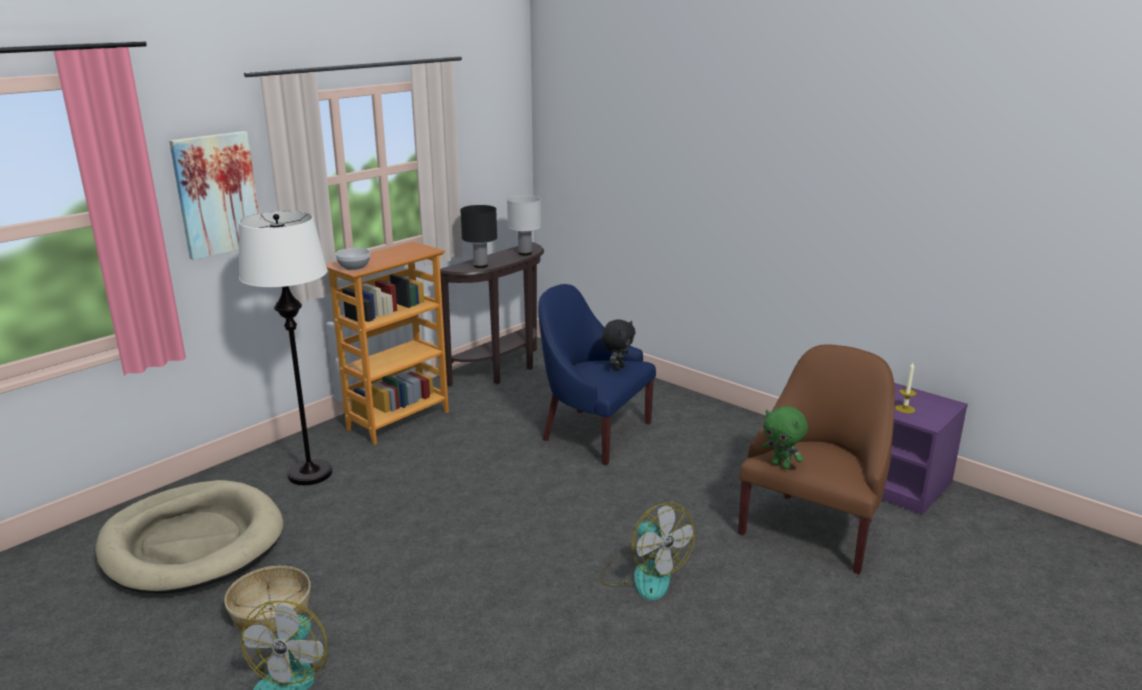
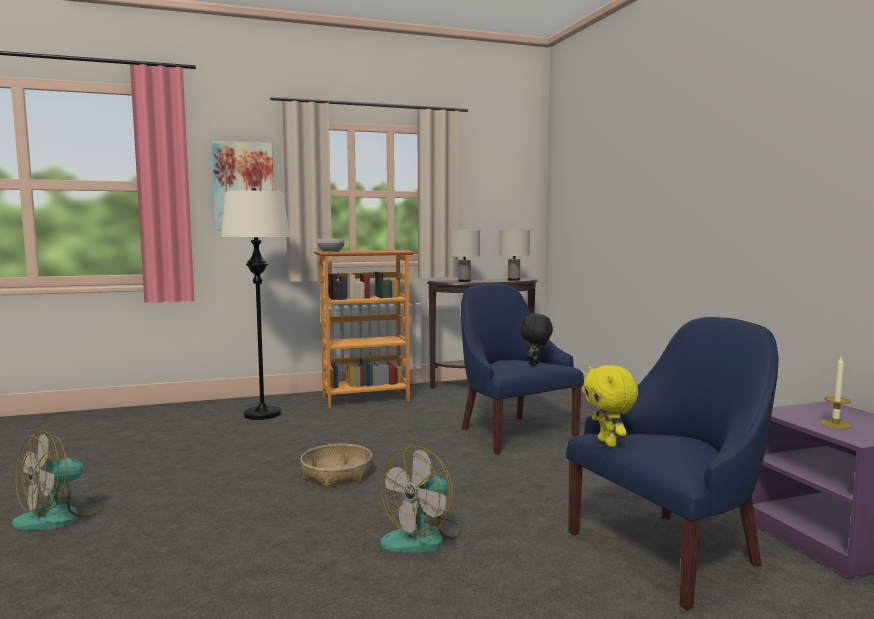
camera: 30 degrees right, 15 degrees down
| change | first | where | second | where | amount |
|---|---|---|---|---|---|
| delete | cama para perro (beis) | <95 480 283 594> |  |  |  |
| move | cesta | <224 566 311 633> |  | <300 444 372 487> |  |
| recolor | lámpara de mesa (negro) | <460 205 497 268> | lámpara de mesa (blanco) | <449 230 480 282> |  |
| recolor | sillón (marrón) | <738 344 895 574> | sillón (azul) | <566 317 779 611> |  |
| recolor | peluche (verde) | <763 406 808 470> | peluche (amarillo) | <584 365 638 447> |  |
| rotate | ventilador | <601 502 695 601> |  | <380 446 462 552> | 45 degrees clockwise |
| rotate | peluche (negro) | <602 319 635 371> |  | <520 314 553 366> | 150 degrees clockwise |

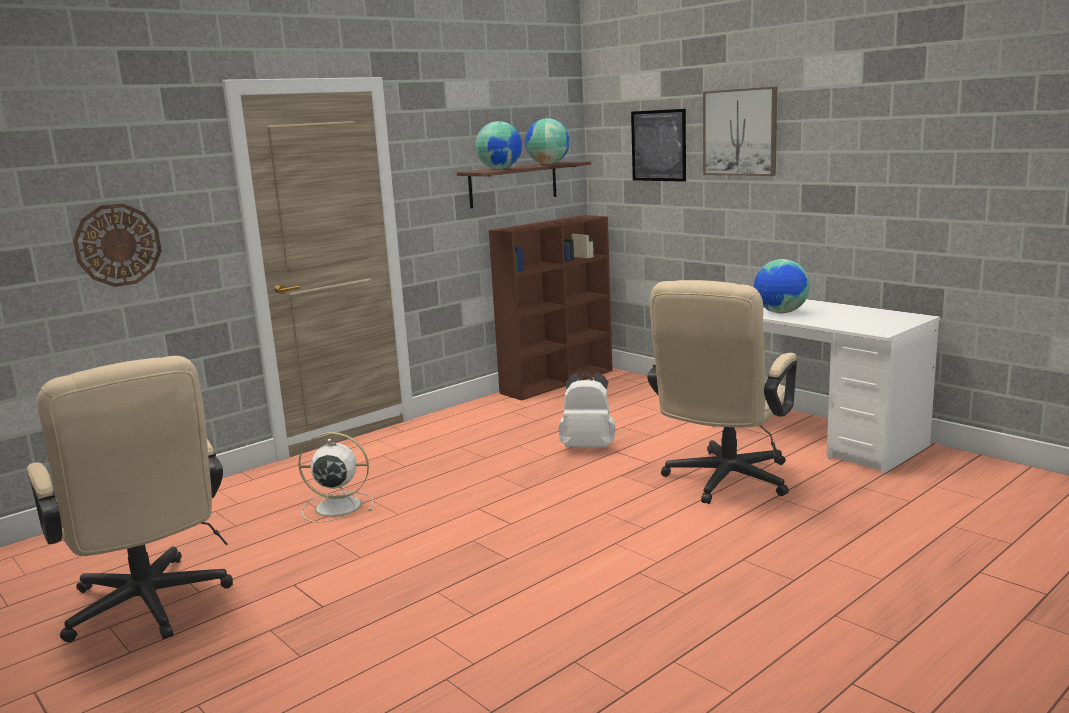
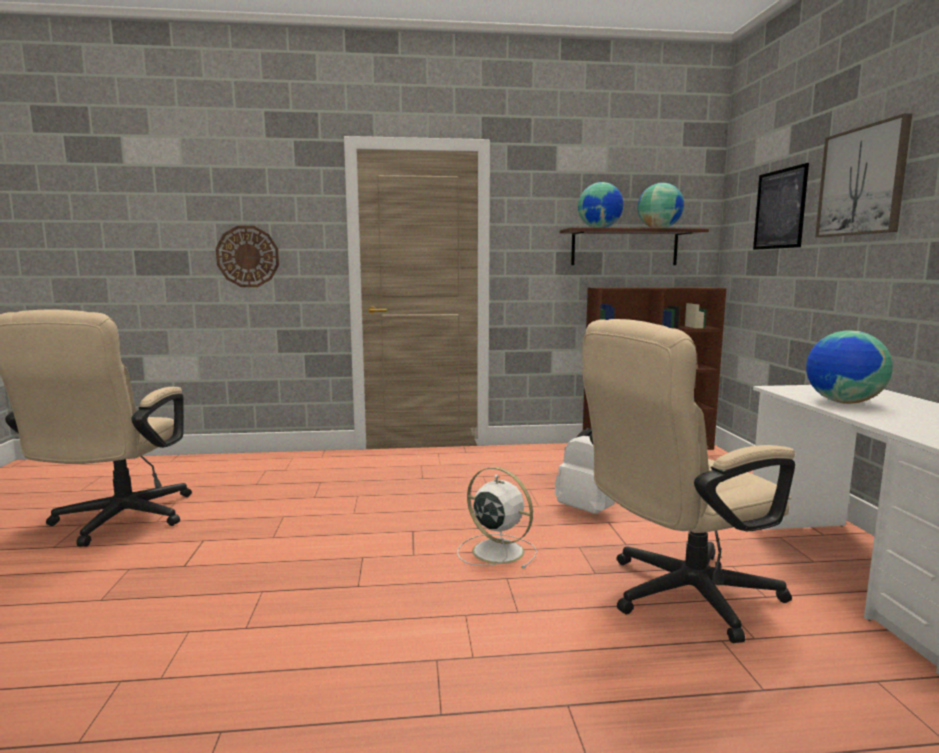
camera: 35 degrees right, 5 degrees down
| change | first | where | second | where | amount |
|---|---|---|---|---|---|
| move | ventilador (blanco) | <299 432 373 523> |  | <457 467 537 569> |  |

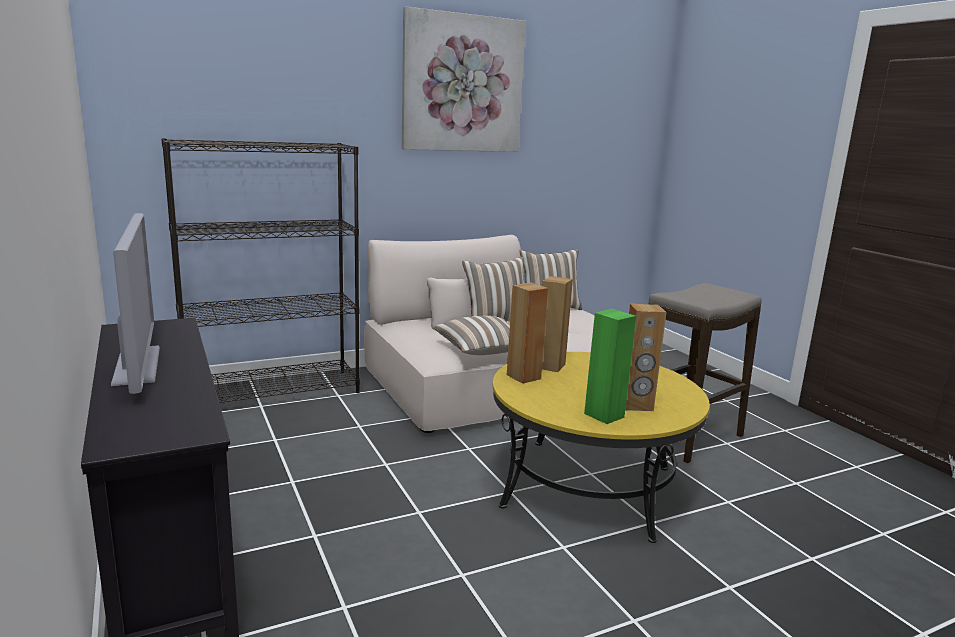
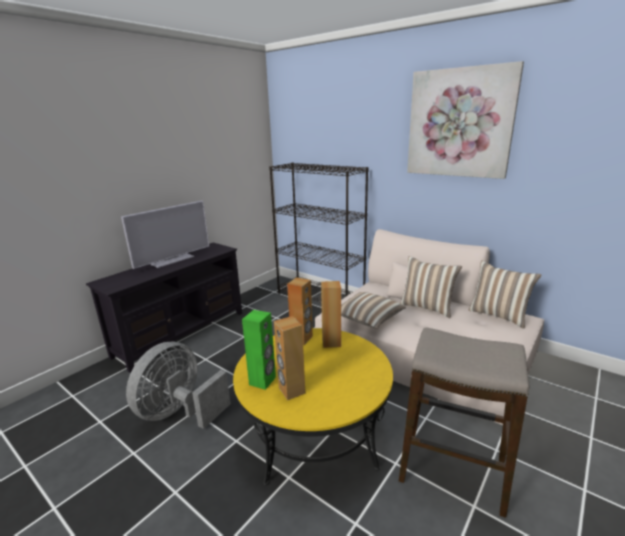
camera: 65 degrees right, 5 degrees up
| change | first | where | second | where | amount |
|---|---|---|---|---|---|
| insert |  |  | ventilador (gris) | <126 342 231 429> |  |

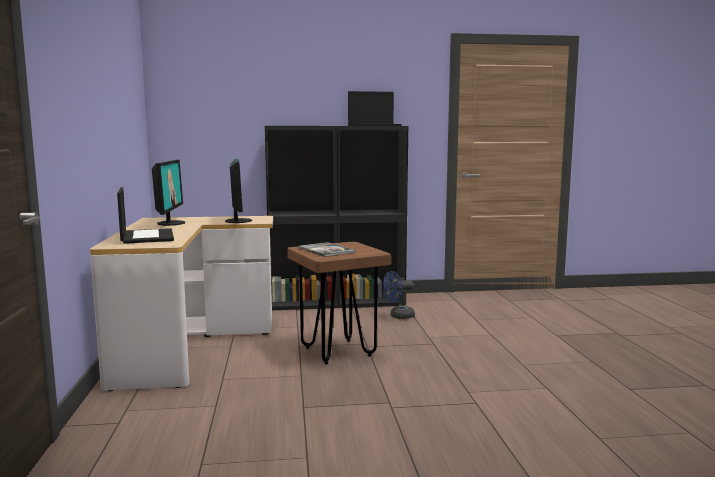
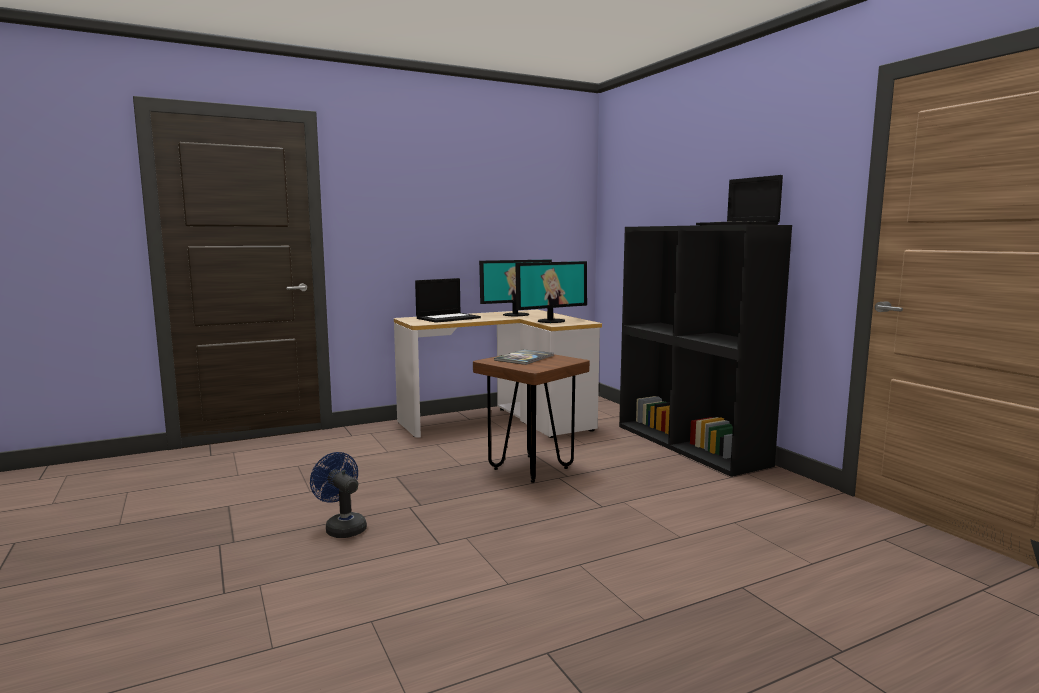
camera: 70 degrees right, 0 degrees up
| change | first | where | second | where | amount |
|---|---|---|---|---|---|
| move | ventilador (azul) | <383 271 415 319> |  | <310 452 367 538> |  |

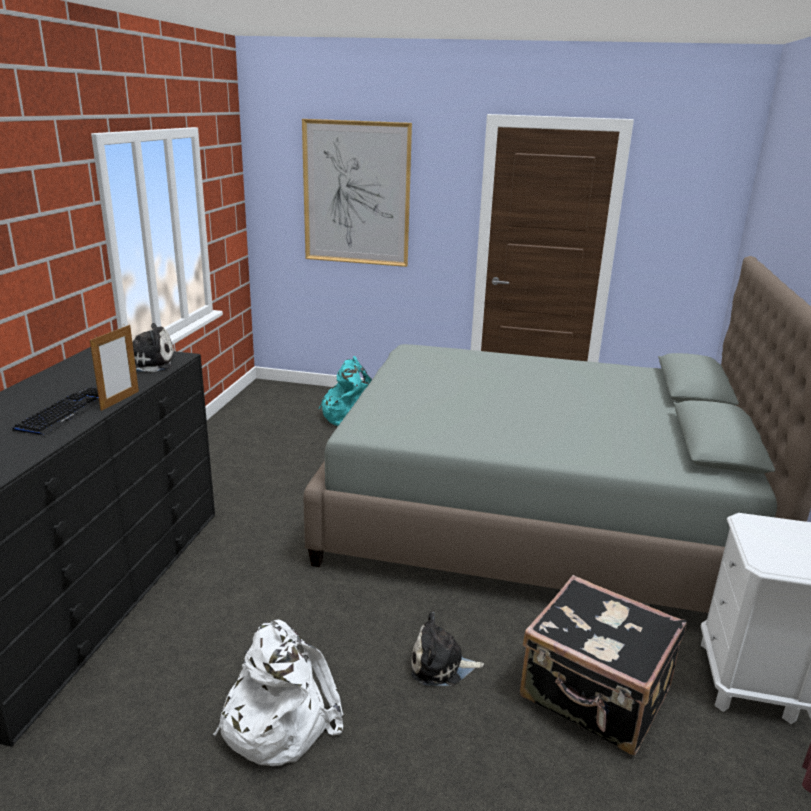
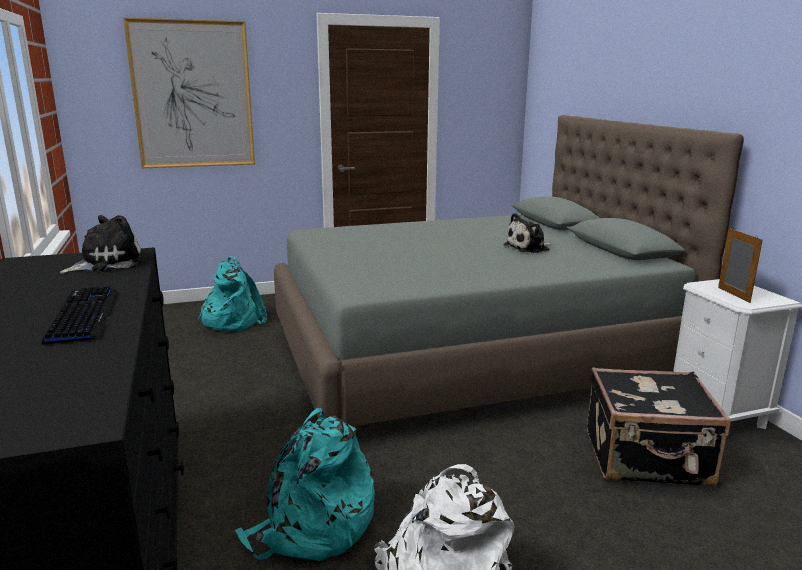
camera: 30 degrees left, 5 degrees down
| change | first | where | second | where | amount |
|---|---|---|---|---|---|
| insert |  |  | mochila (turquesa) | <235 408 375 561> |  |
| move | portarretratos | <90 324 139 411> |  | <718 228 763 303> |  |
| move | peluche | <411 612 484 686> |  | <504 213 551 253> |  |

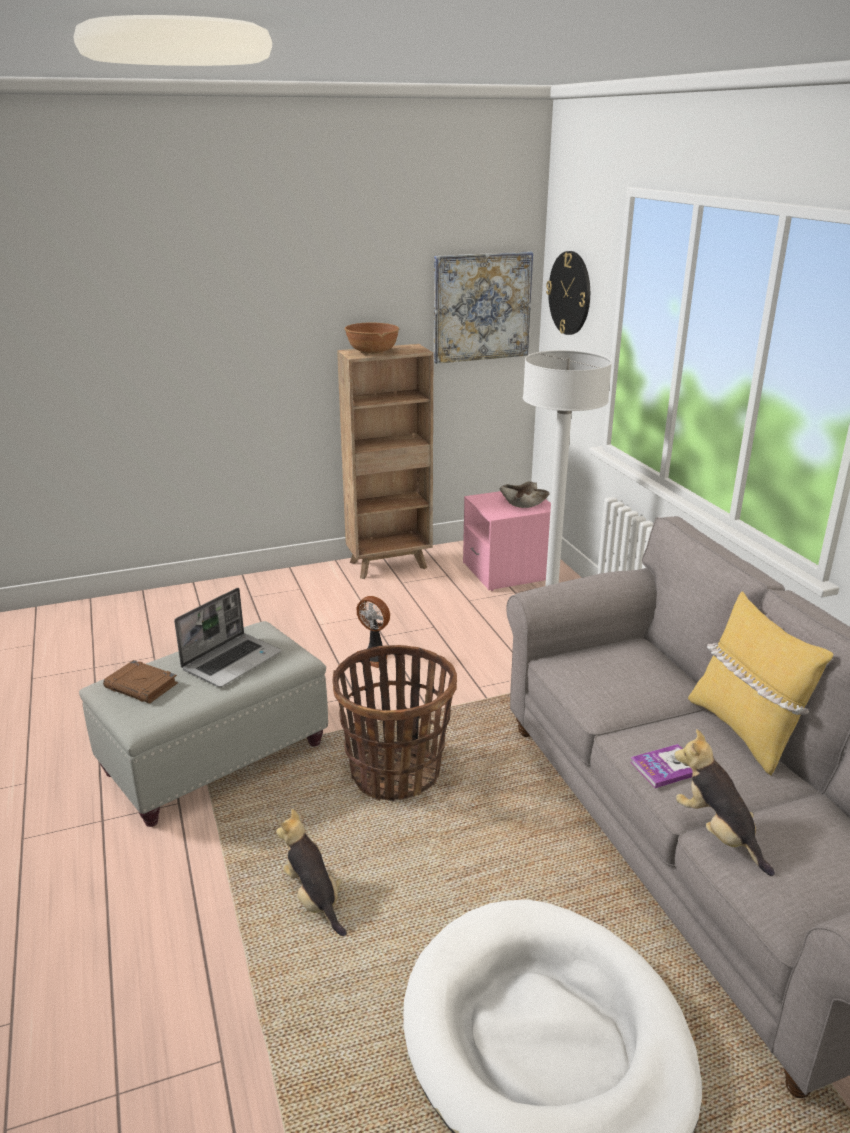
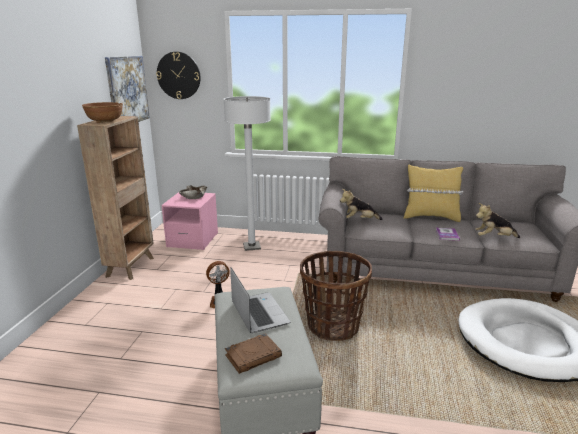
camera: 60 degrees left, 5 degrees down
| change | first | where | second | where | amount |
|---|---|---|---|---|---|
| move | peluche | <276 809 347 936> |  | <340 189 383 220> |  |

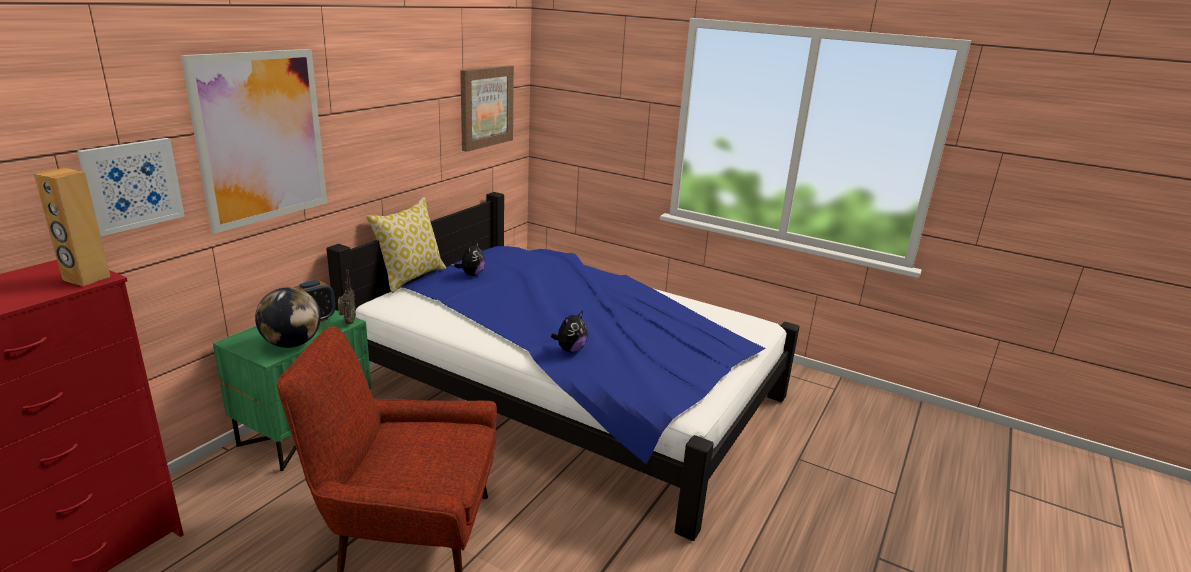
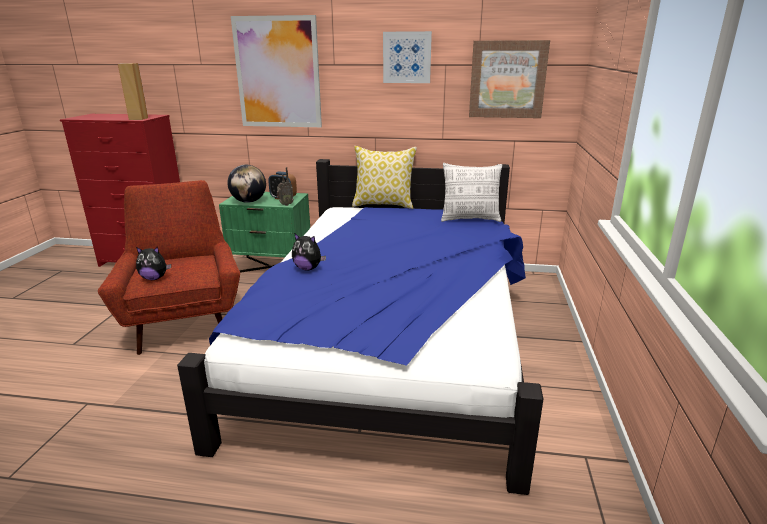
camera: 70 degrees right, 0 degrees up
| change | first | where | second | where | amount |
|---|---|---|---|---|---|
| insert |  |  | cojín | <441 163 502 222> |  |
| move | cuadro | <77 138 185 236> |  | <383 31 432 83> |  |
| move | peluche | <454 241 485 276> |  | <136 247 171 280> |  |

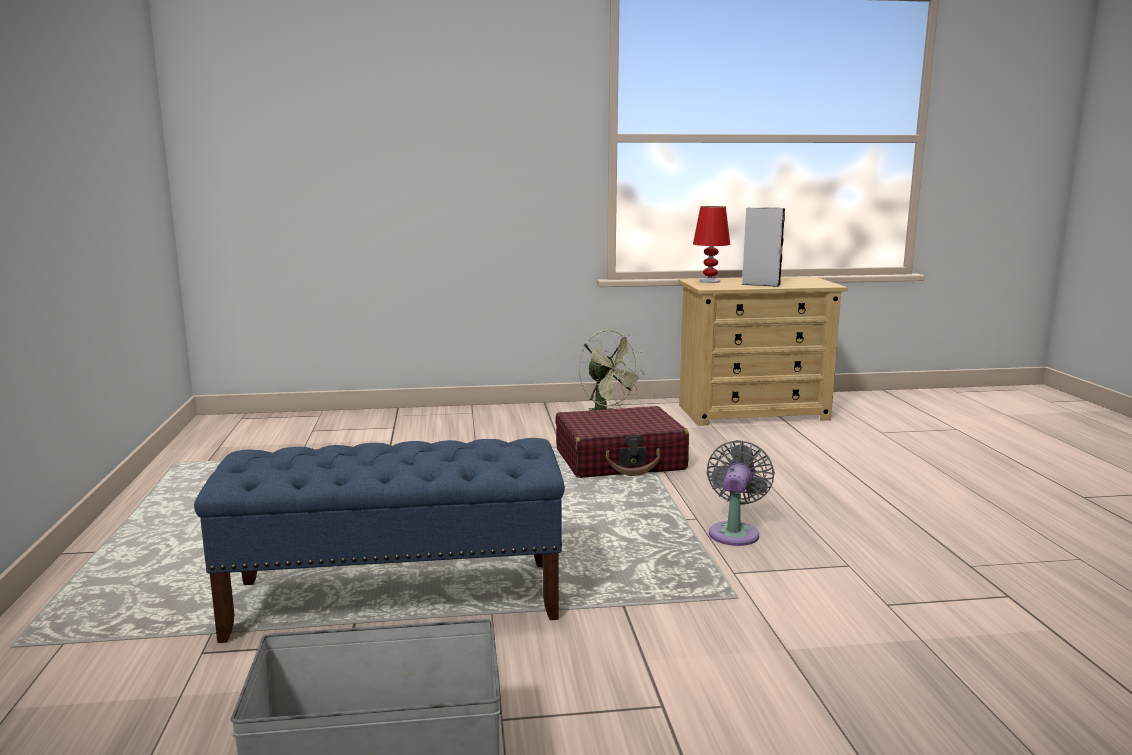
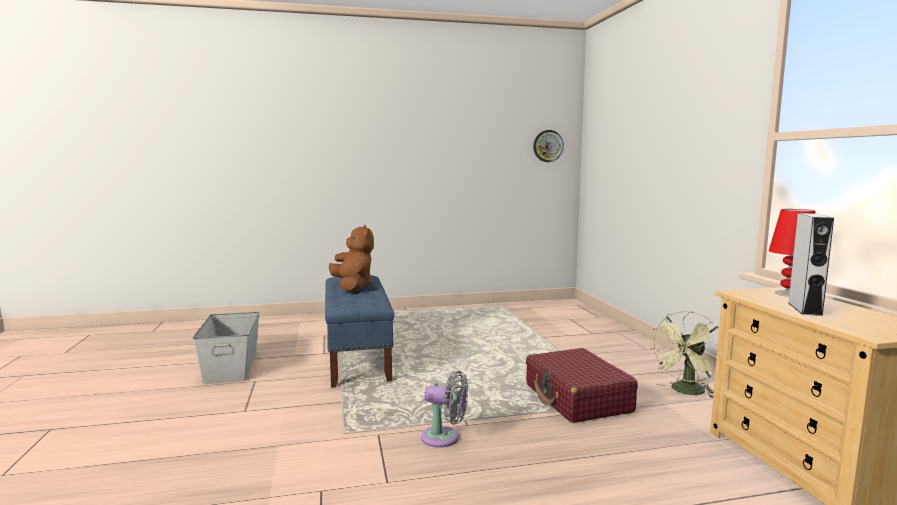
camera: 85 degrees right, 5 degrees down
| change | first | where | second | where | amount |
|---|---|---|---|---|---|
| insert |  |  | peluche (marrón) | <329 225 374 291> |  |
| insert |  |  | reloj de pared | <533 130 564 162> |  |

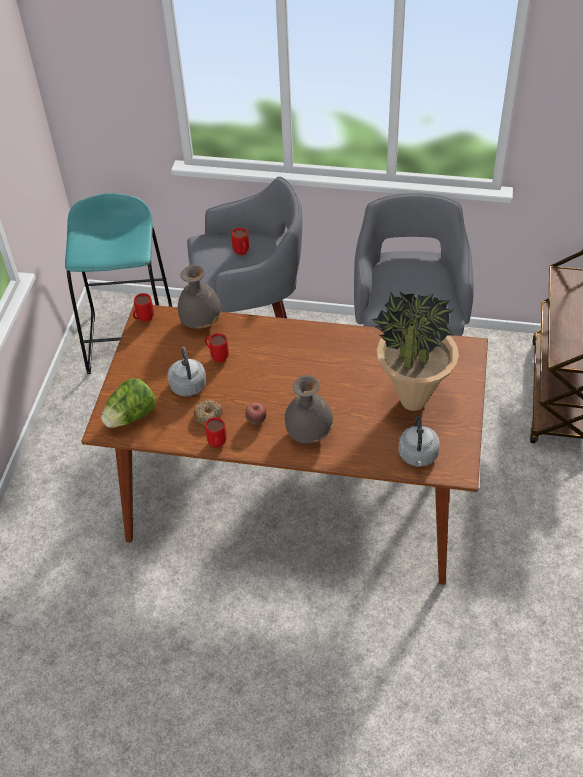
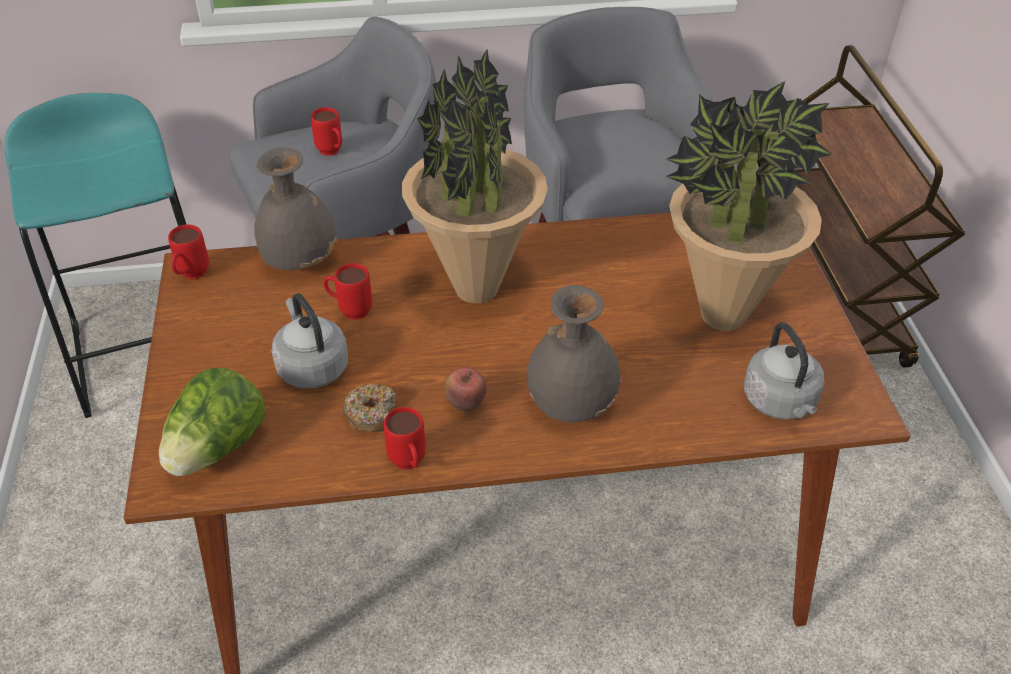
camera: 20 degrees left, 5 degrees down
| change | first | where | second | where | amount |
|---|---|---|---|---|---|
| insert |  |  | planta en maceta | <402 49 548 303> |  |

